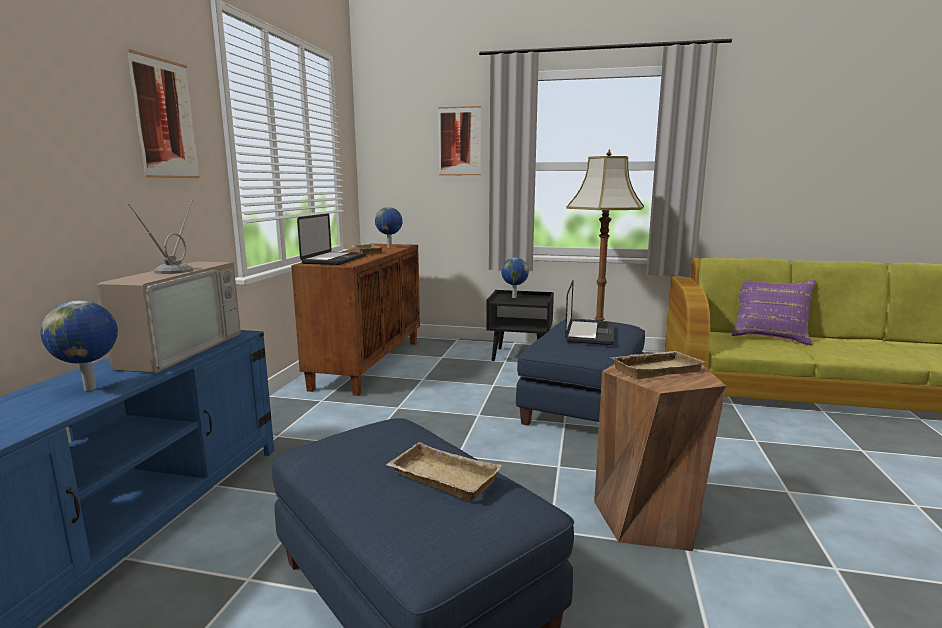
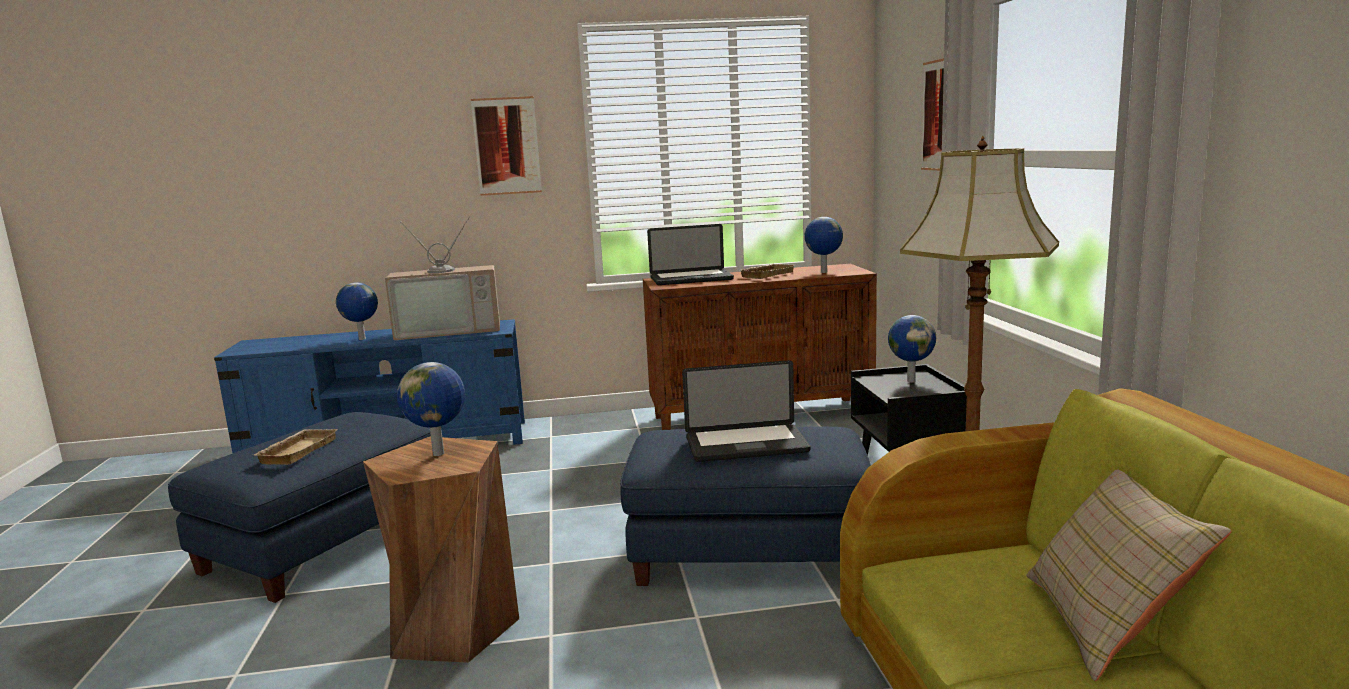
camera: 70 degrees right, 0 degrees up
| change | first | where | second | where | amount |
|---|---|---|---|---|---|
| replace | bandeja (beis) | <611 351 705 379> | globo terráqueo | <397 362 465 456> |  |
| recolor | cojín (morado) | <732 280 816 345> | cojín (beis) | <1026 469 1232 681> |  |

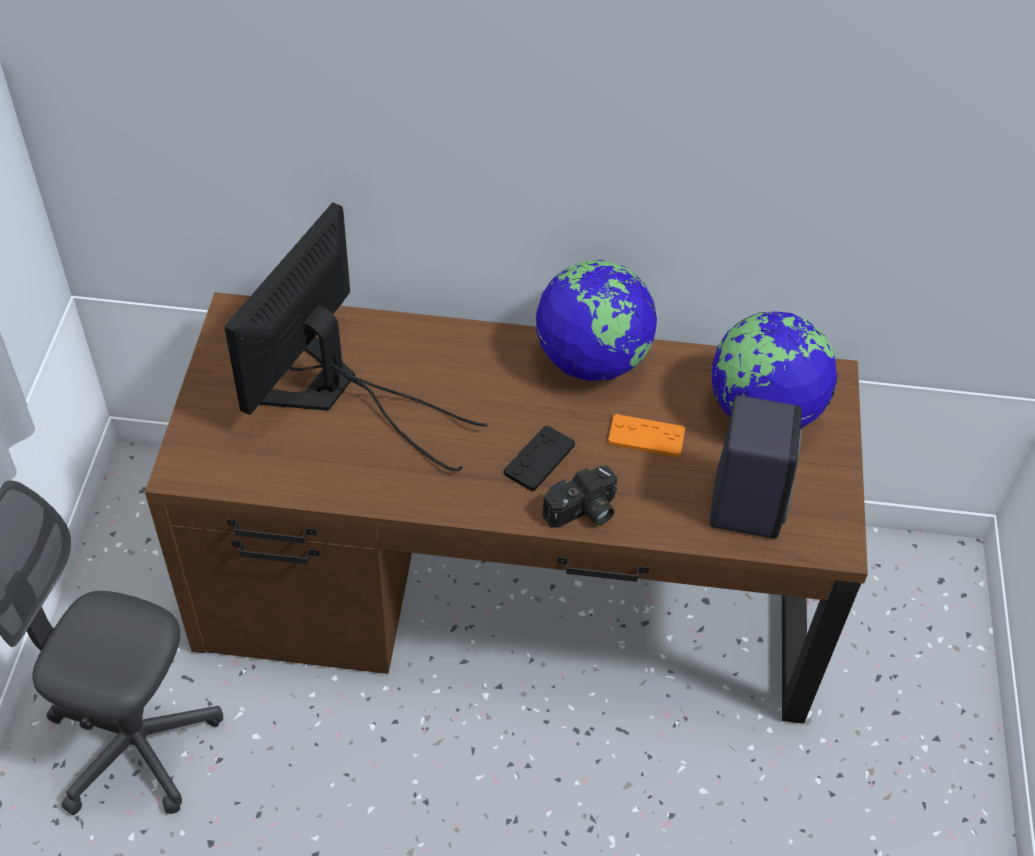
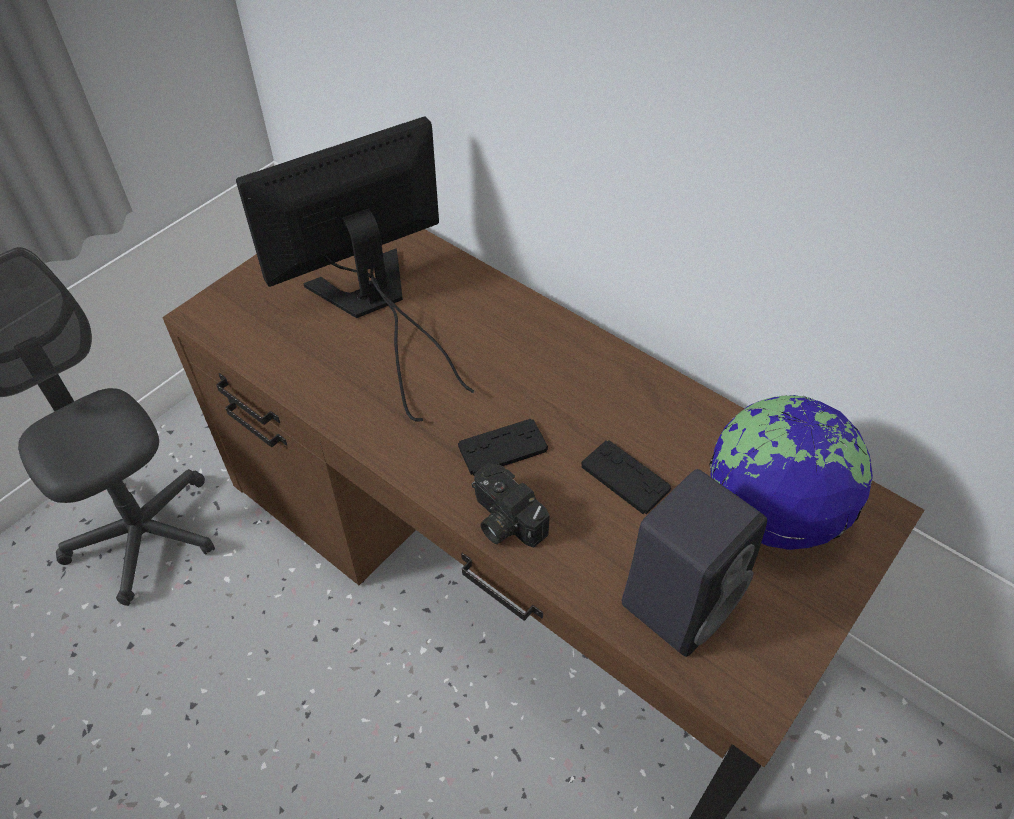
camera: 35 degrees right, 0 degrees up
| change | first | where | second | where | amount |
|---|---|---|---|---|---|
| delete | globo terráqueo | <536 260 657 381> |  |  |  |
| recolor | mando de consola (naranja) | <608 414 685 457> | mando de consola (negro) | <581 440 671 514> |  |
| rotate | cámara | <543 466 618 528> |  | <471 463 550 548> | 45 degrees clockwise |

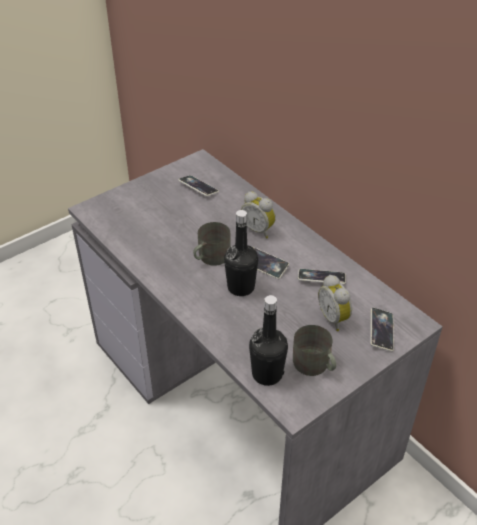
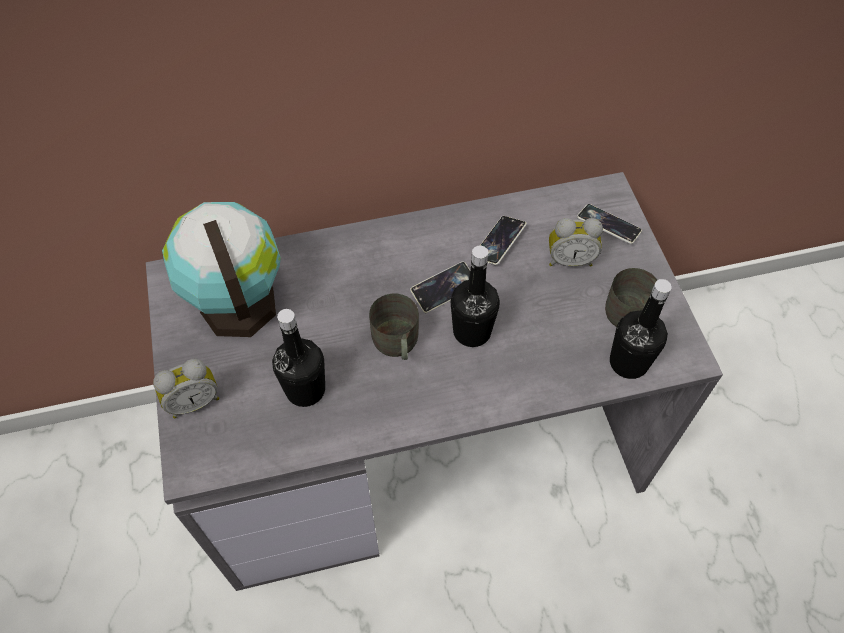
camera: 65 degrees left, 15 degrees up
| change | first | where | second | where | amount |
|---|---|---|---|---|---|
| insert |  |  | botella (negro) | <272 309 325 407> |  |
| move | despertador | <241 192 276 238> |  | <153 359 219 418> |  |
| replace | móvil | <178 175 219 196> | globo terráqueo | <162 202 281 337> |  |

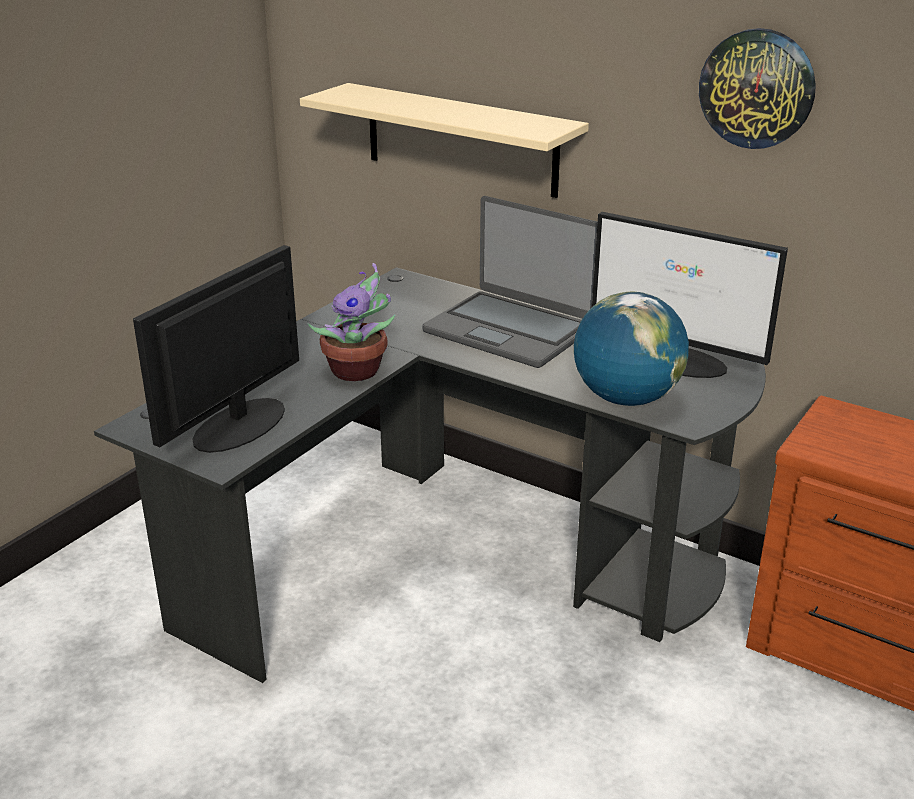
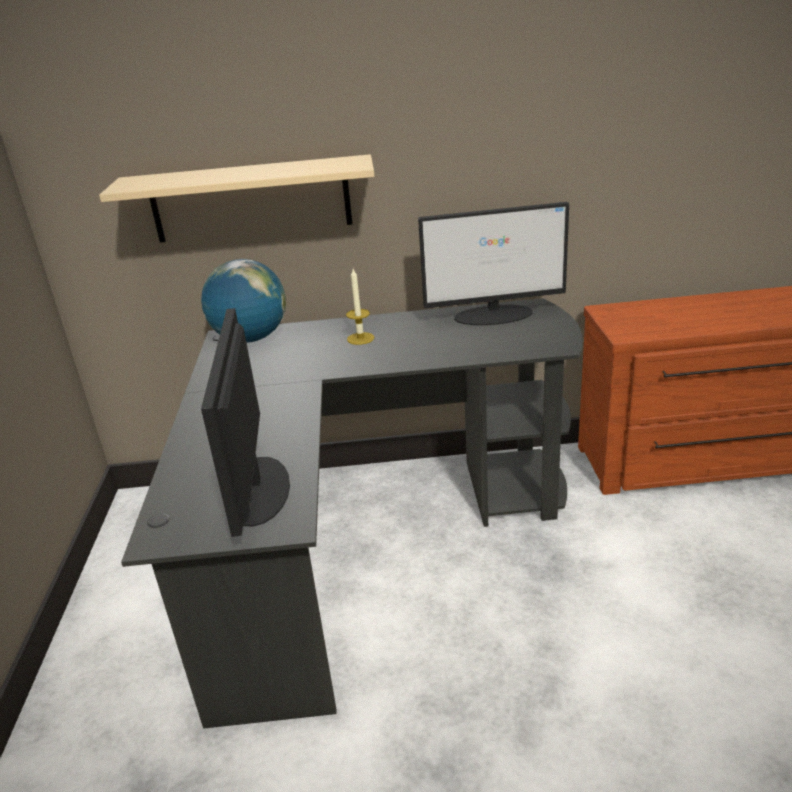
camera: 35 degrees left, 0 degrees up
| change | first | where | second | where | amount |
|---|---|---|---|---|---|
| delete | planta en maceta | <308 263 395 381> |  |  |  |
| delete | reloj de pared | <699 28 816 149> |  |  |  |
| move | globo terráqueo | <573 292 689 406> |  | <201 259 286 343> |  |
| replace | portátil | <422 196 598 368> | vela | <346 269 375 345> |  |

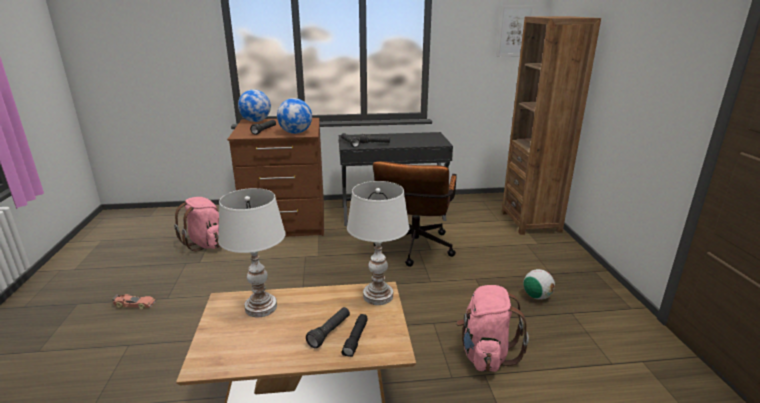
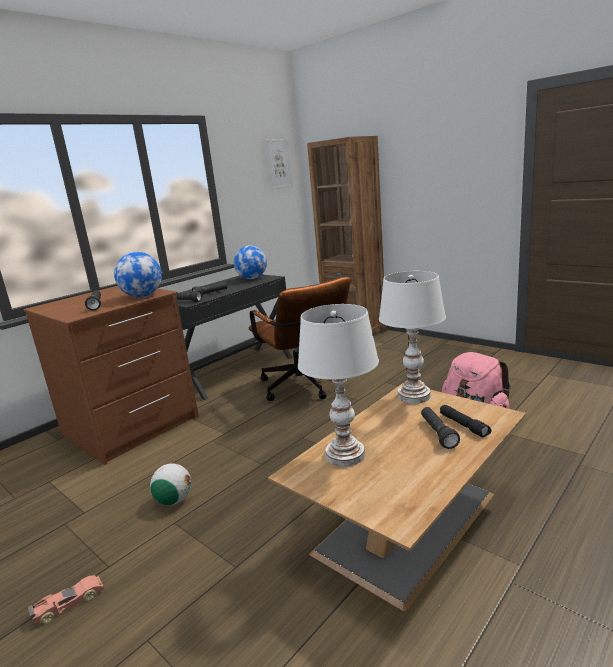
camera: 40 degrees left, 5 degrees down
| change | first | where | second | where | amount |
|---|---|---|---|---|---|
| delete | mochila (rosa) | <174 197 221 252> |  |  |  |
| move | globo terráqueo | <238 89 271 122> |  | <234 245 267 279> |  |
| move | balón de fútbol | <524 269 555 300> |  | <150 463 191 505> |  |

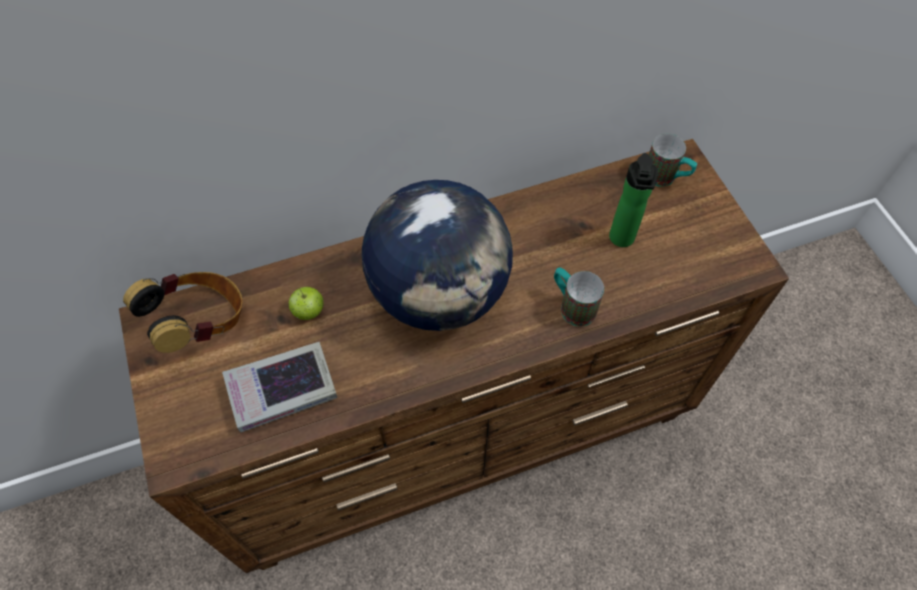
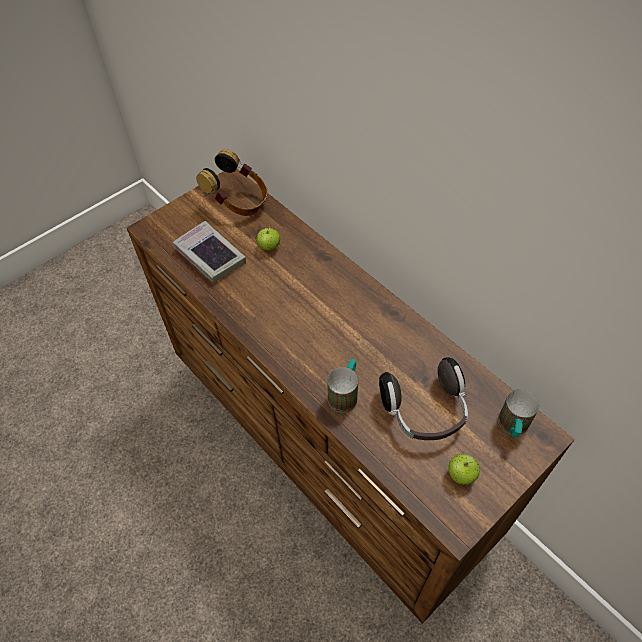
camera: 70 degrees right, 5 degrees down
| change | first | where | second | where | amount |
|---|---|---|---|---|---|
| delete | globo terráqueo | <362 180 513 331> |  |  |  |
| insert |  |  | manzana | <448 454 480 485> |  |
| replace | botella | <609 153 658 247> | auriculares | <379 357 468 440> |  |

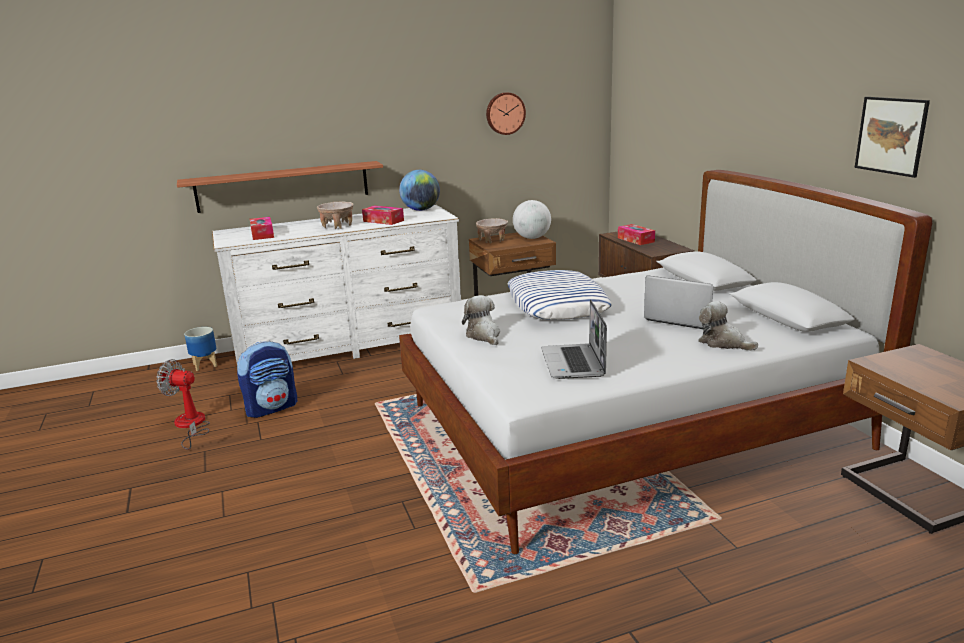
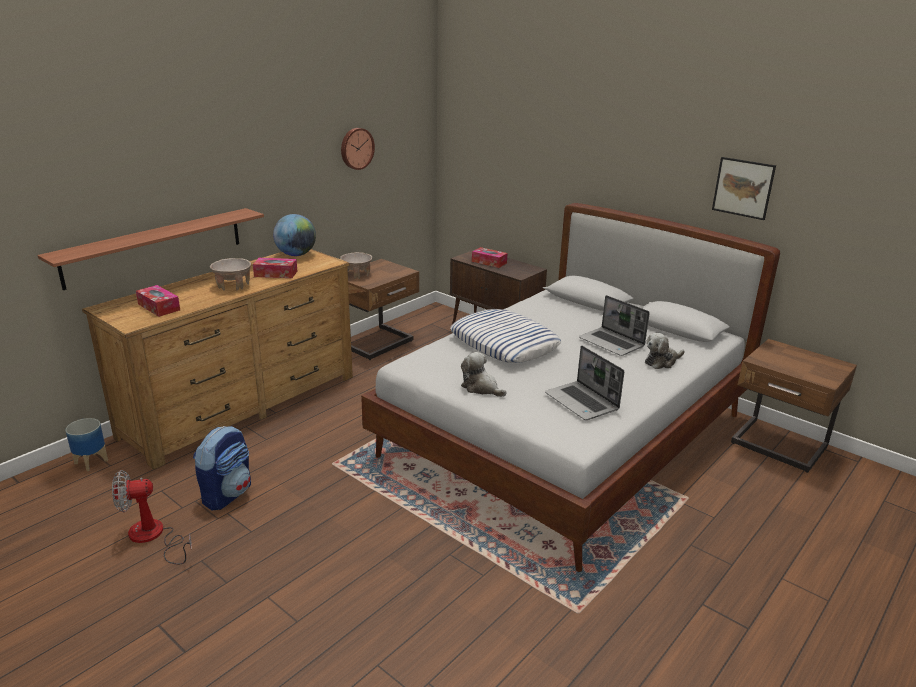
camera: 30 degrees left, 5 degrees up
| change | first | where | second | where | amount |
|---|---|---|---|---|---|
| delete | globo terráqueo | <513 200 551 239> |  |  |  |
| recolor | cómoda (blanco) | <212 205 461 365> | cómoda (marrón) | <82 249 353 470> |  |
| rotate | portátil | <644 275 713 329> |  | <579 295 650 356> | 135 degrees counterclockwise |
| rotate | peluche | <698 301 758 350> |  | <645 333 685 369> | 45 degrees counterclockwise |

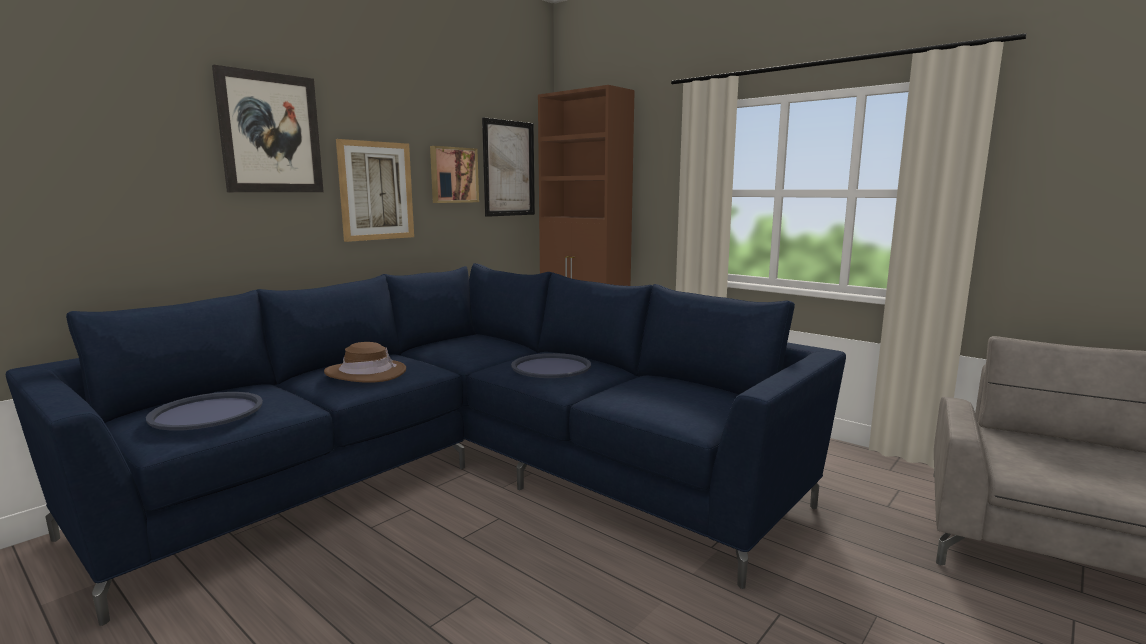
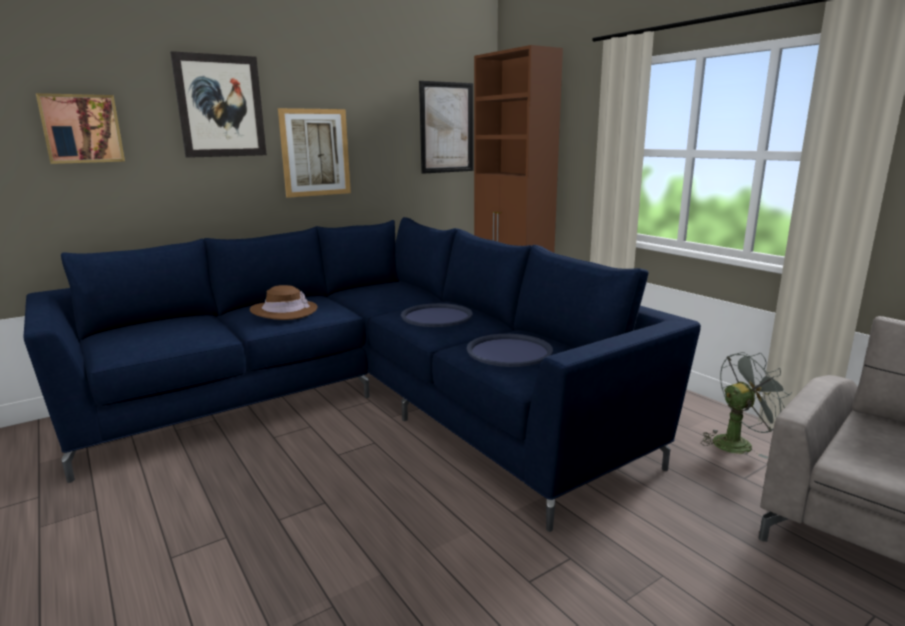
camera: 15 degrees right, 5 degrees up
| change | first | where | second | where | amount |
|---|---|---|---|---|---|
| insert |  |  | ventilador (gris) | <701 352 792 459> |  |
| move | bandeja (azul) | <146 392 263 431> |  | <467 334 553 367> |  |
| move | cuadro | <430 146 479 203> |  | <36 93 125 164> |  |

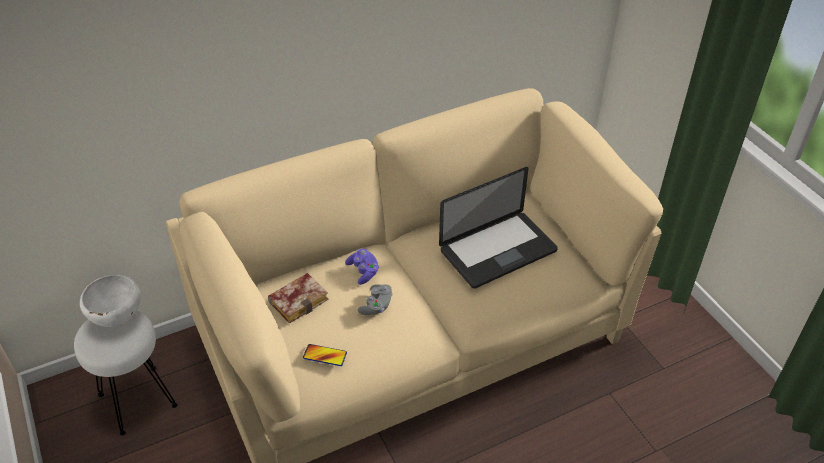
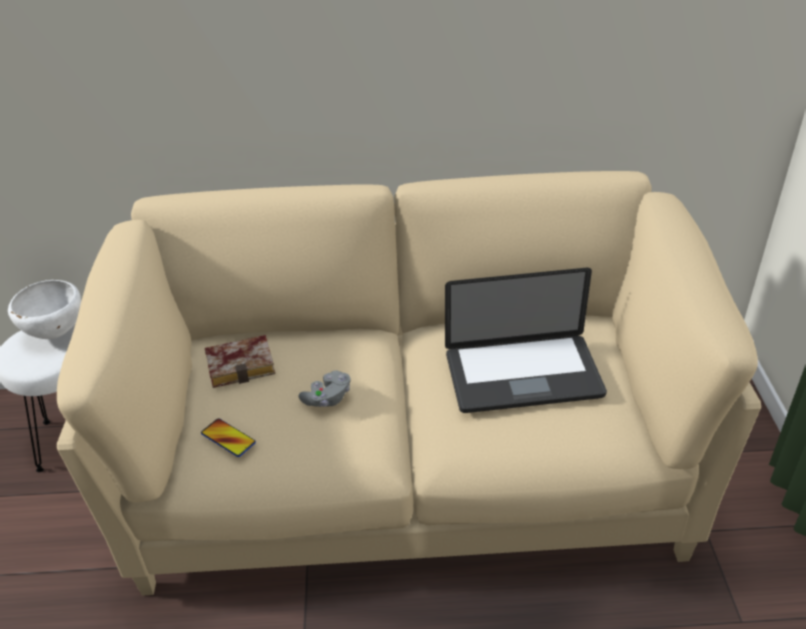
camera: 25 degrees right, 5 degrees down
| change | first | where | second | where | amount |
|---|---|---|---|---|---|
| delete | mando de consola (morado) | <345 249 379 285> |  |  |  |

